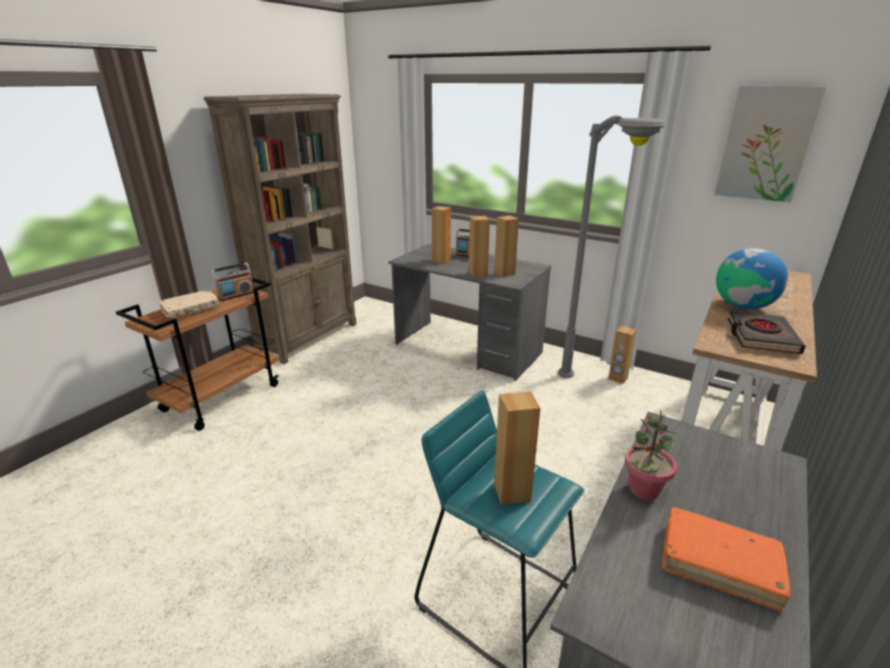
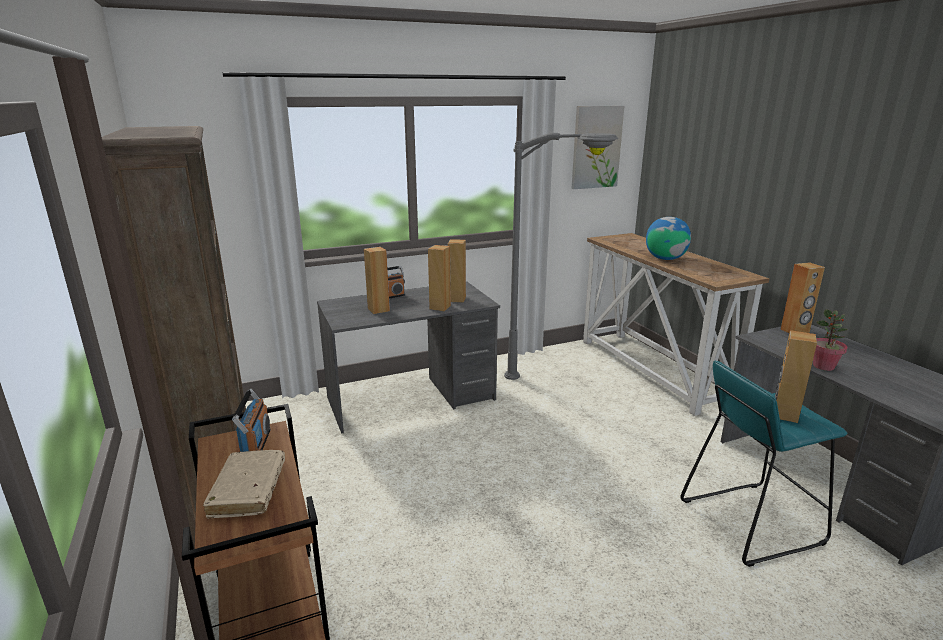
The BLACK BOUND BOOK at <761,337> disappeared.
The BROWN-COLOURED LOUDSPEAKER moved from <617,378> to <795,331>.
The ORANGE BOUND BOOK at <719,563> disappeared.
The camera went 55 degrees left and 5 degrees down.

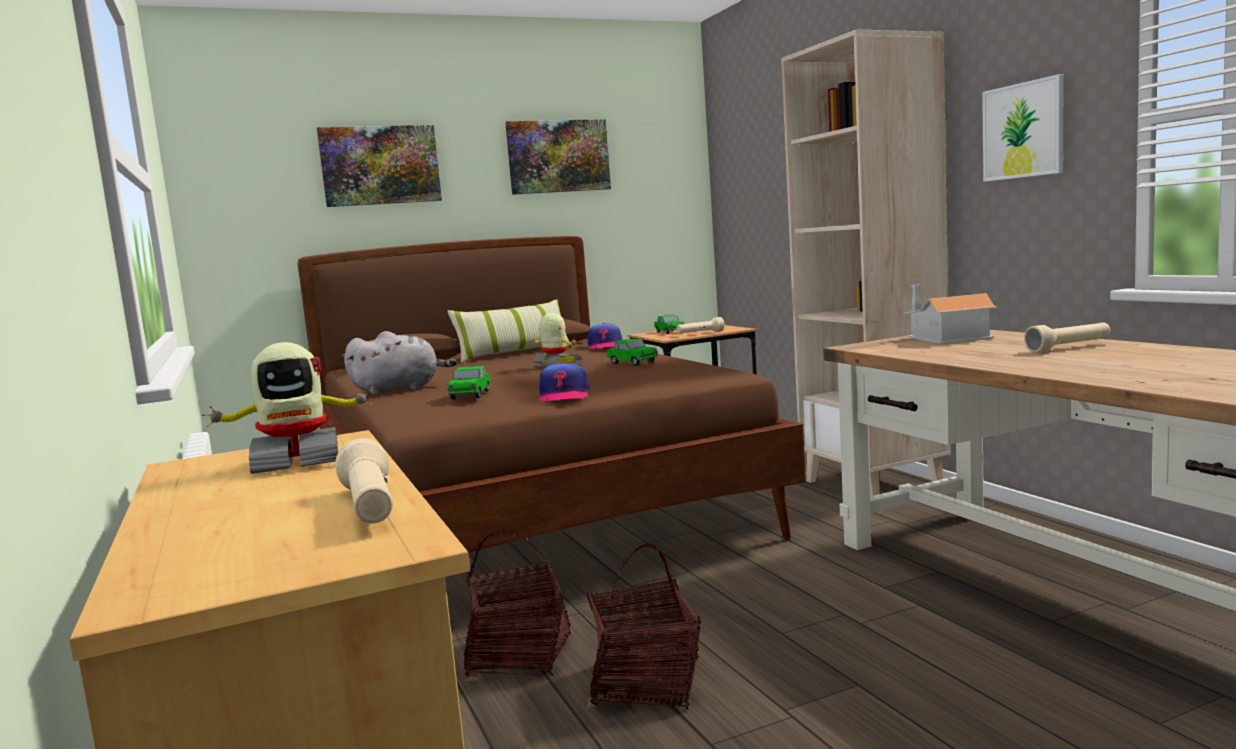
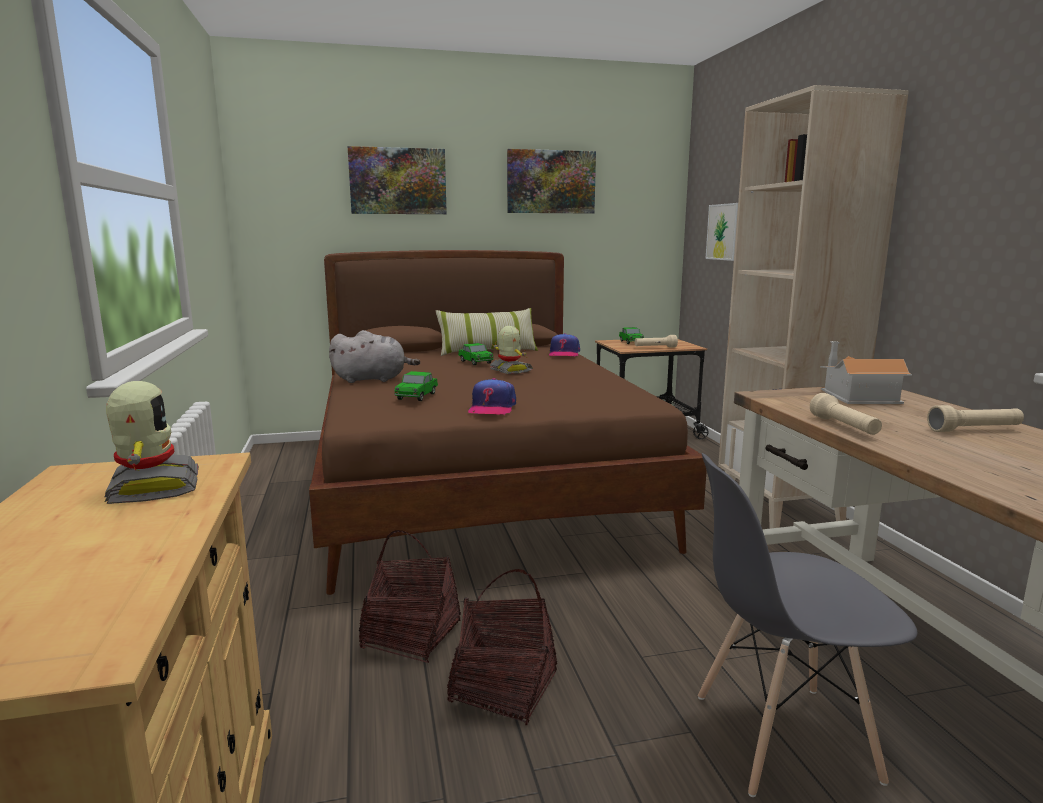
The PICTURE moved from <1023,130> to <723,232>.
The TOY CAR moved from <632,362> to <475,362>.
The ROBOT FIGURE at <297,461> turned 105 degrees counterclockwise.
The SAND-COLOURED TORCH moved from <370,508> to <844,427>.
The GREYISH UPRIGHT CHAIR at <782,737> appeared.
The camera went 10 degrees right and 5 degrees up.

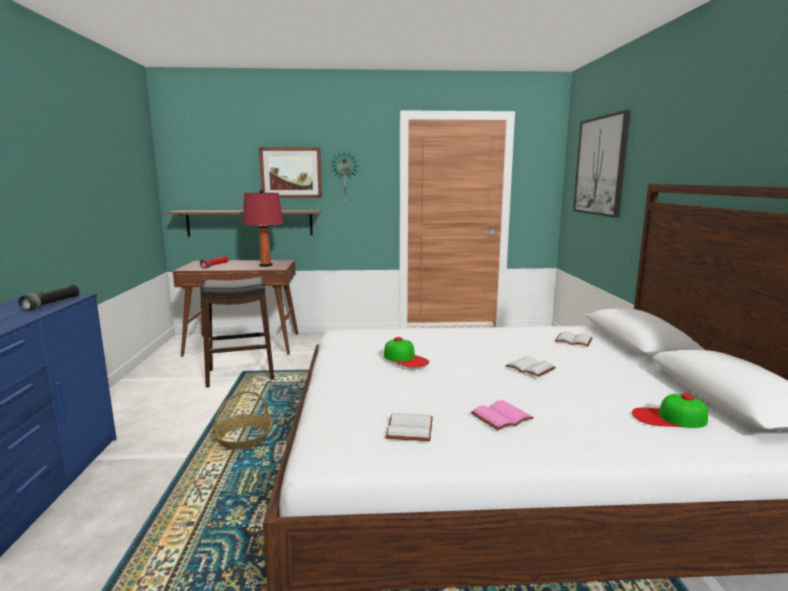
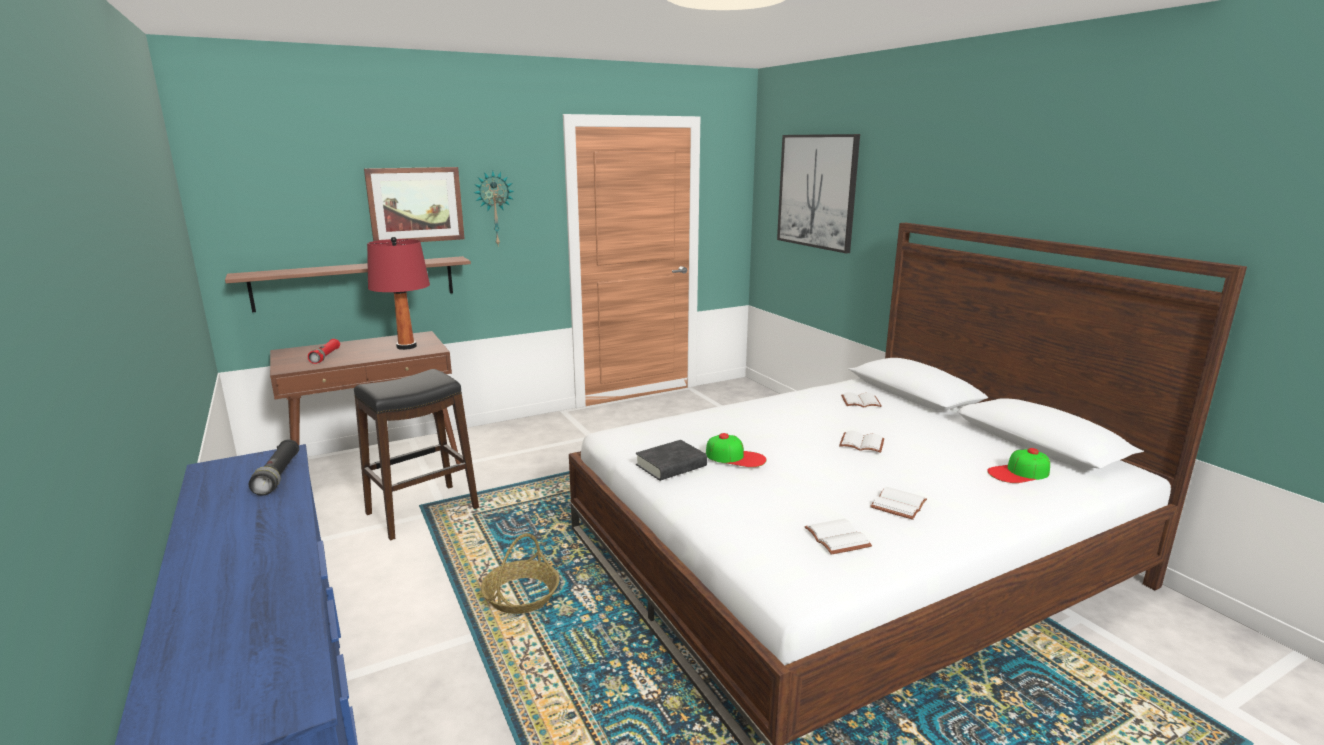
The PINKISH BOUND BOOK at <502,418> became the WHITE BOUND BOOK at <900,505>.
The BLACK BOUND BOOK at <671,466> appeared.
The camera went 25 degrees left and 5 degrees up.

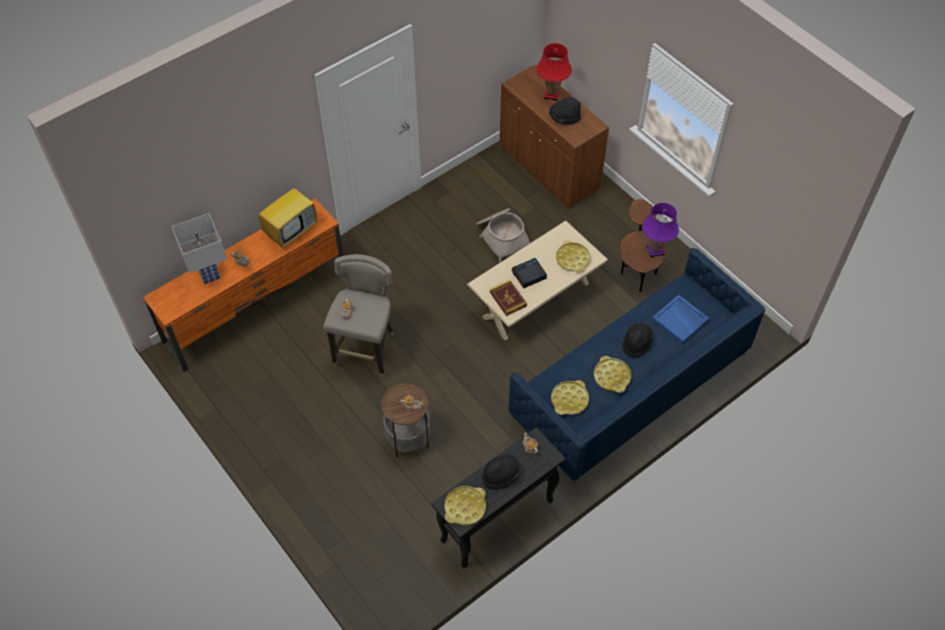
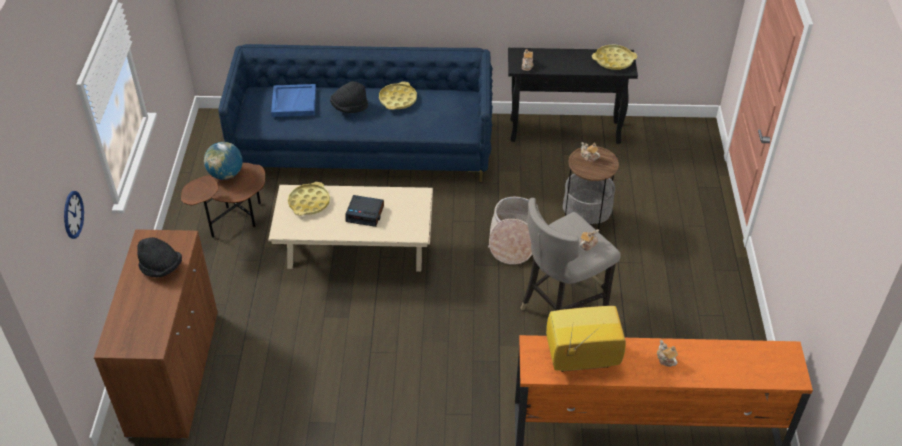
The RED TABLETOP LAMP at <552,95> disappeared.
The PURPLE-COLOURED TABLETOP LAMP at <655,250> was replaced by the DESK GLOBE at <226,174>.
The STORAGE BASKET moved from <501,237> to <513,239>.
The WHITE TABLETOP LAMP at <210,275> disappeared.
The BOUND BOOK at <508,299> disappeared.
The YELLOW CARRYING TRAY at <569,400> disappeared.
The BLACK WEARABLE HAT at <501,475> disappeared.
The CLOCK ON THE WALL at <73,214> appeared.
The camera went 140 degrees left and 10 degrees down.

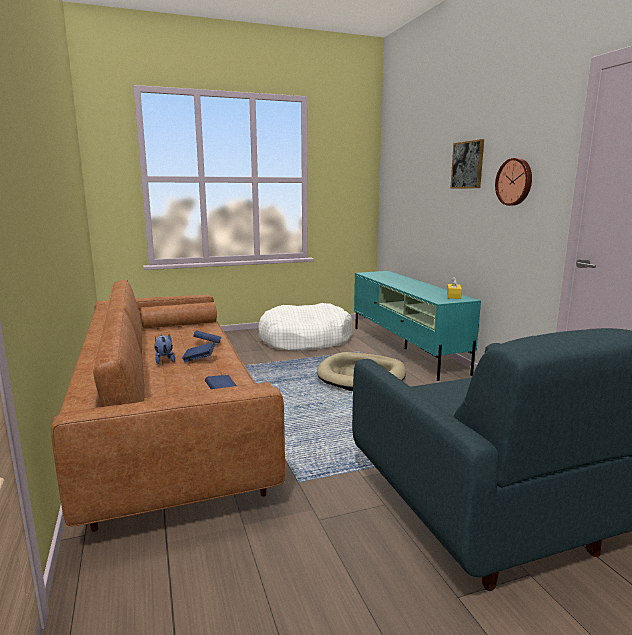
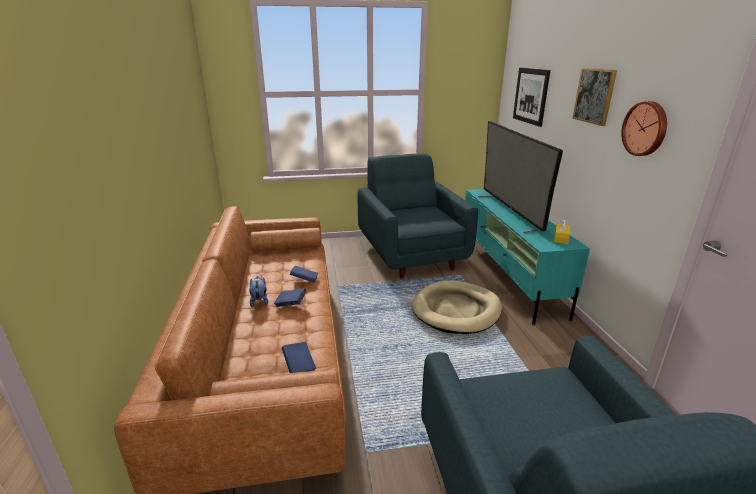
The WHITE DOG BED at <305,340> was replaced by the BLUE LOUNGE CHAIR at <411,255>.
The PICTURE at <530,96> appeared.
The TELEVISION at <510,212> appeared.
The camera went 10 degrees right and 10 degrees up.

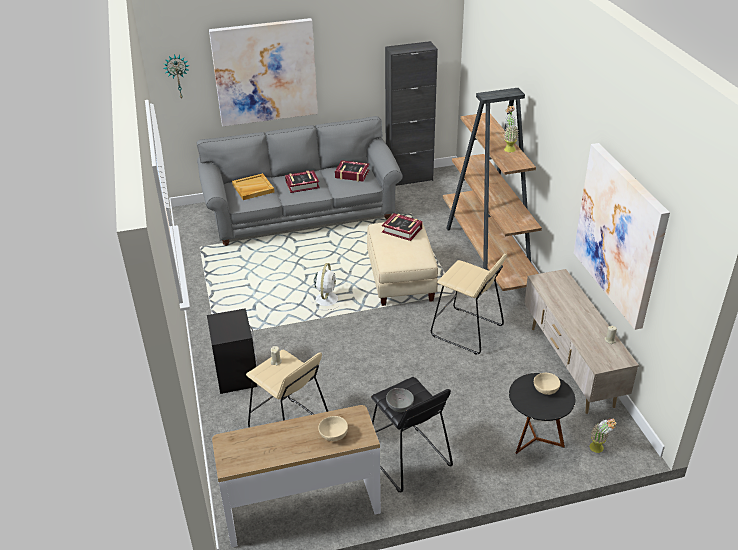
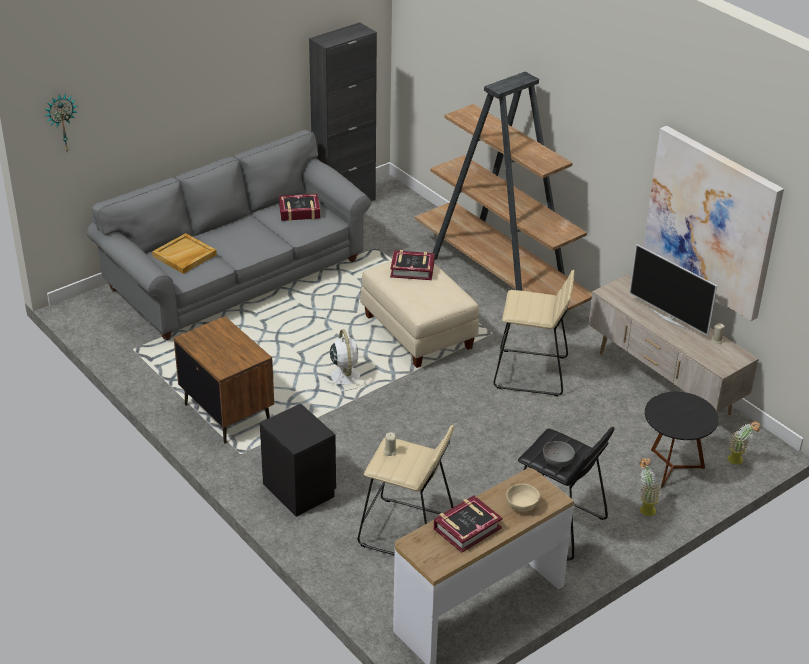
The PICTURE at <265,72> disappeared.
The POTTED PLANT moved from <508,148> to <644,508>.
The BOUND BOOK moved from <302,184> to <467,528>.
The SAND-COLOURED DEEP DISH at <545,390> disappeared.
The TELEVISION at <669,319> appeared.
The BROWN-COLOURED BEDSIDE TABLE at <227,412> appeared.
The camera went 25 degrees left and 0 degrees up.

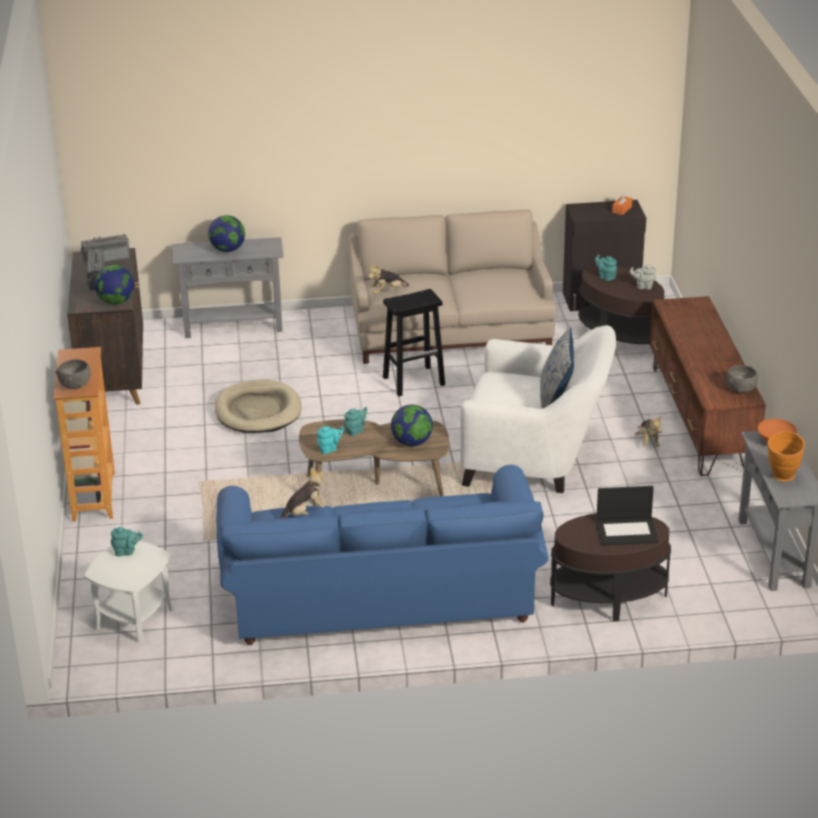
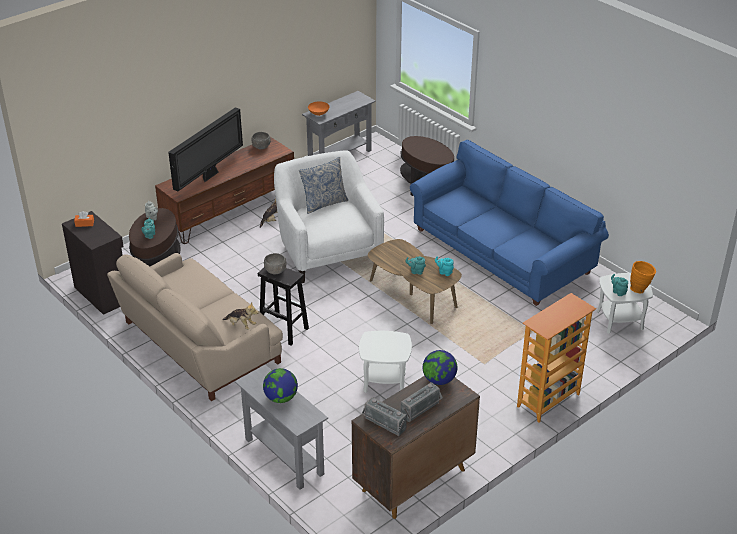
The GREYISH DEEP DISH moved from <75,384> to <275,270>.
The SAND-COLOURED DOG BED at <258,411> was replaced by the WHITE SIDE TABLE at <384,381>.
The DESK GLOBE at <412,442> disappeared.
The ORANGE DECORATIVE VASE moved from <782,478> to <640,289>.
The CUDDLY TOY at <304,513> disappeared.
The LAPTOP at <627,531> disappeared.
The TELEVISION at <210,175> appeared.
The camera went 125 degrees left and 5 degrees up.

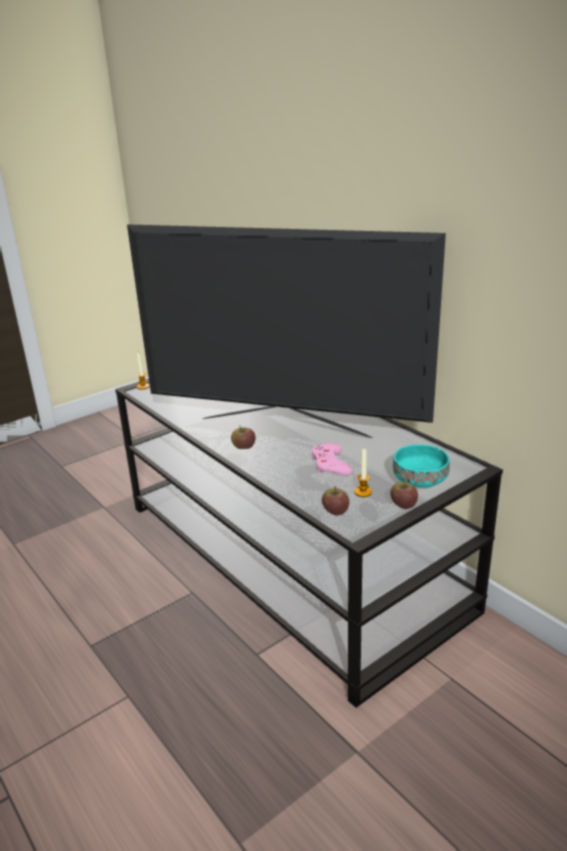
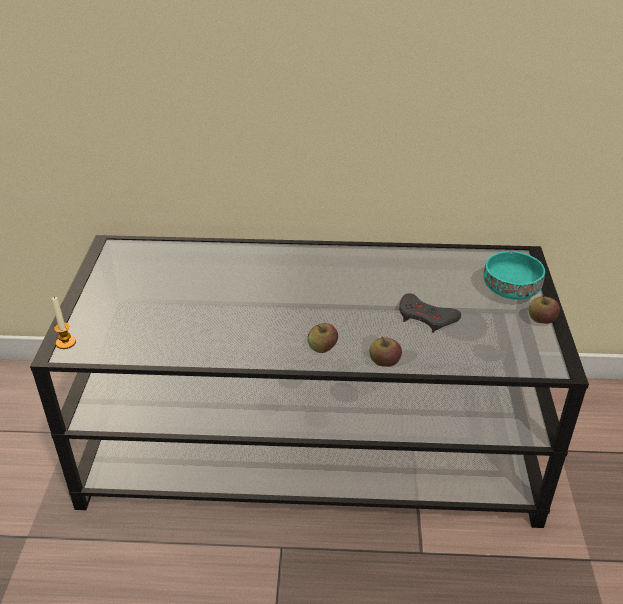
The TELEVISION at <285,426> disappeared.
The PINKISH GAMEPAD at <330,464> became the GREYISH GAMEPAD at <426,317>.
The WAX CANDLE at <363,492> disappeared.
The APPLE moved from <335,511> to <384,362>.
The camera went 50 degrees left and 10 degrees up.

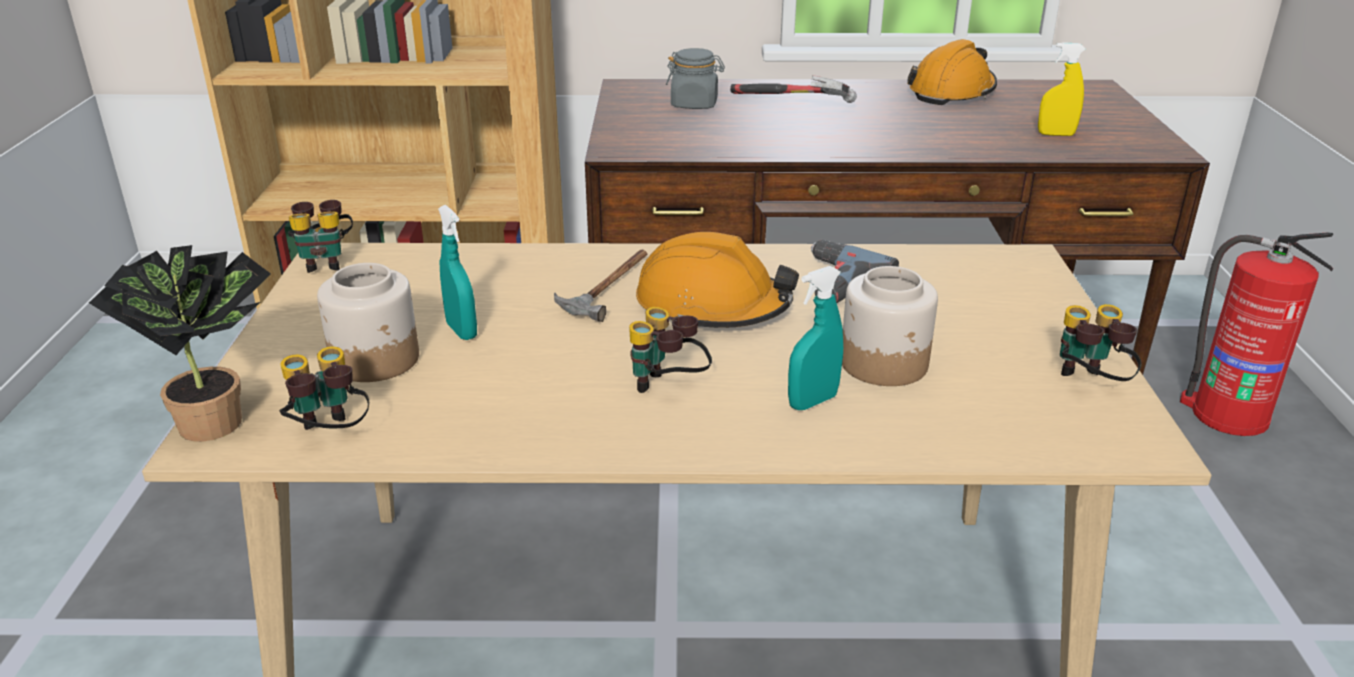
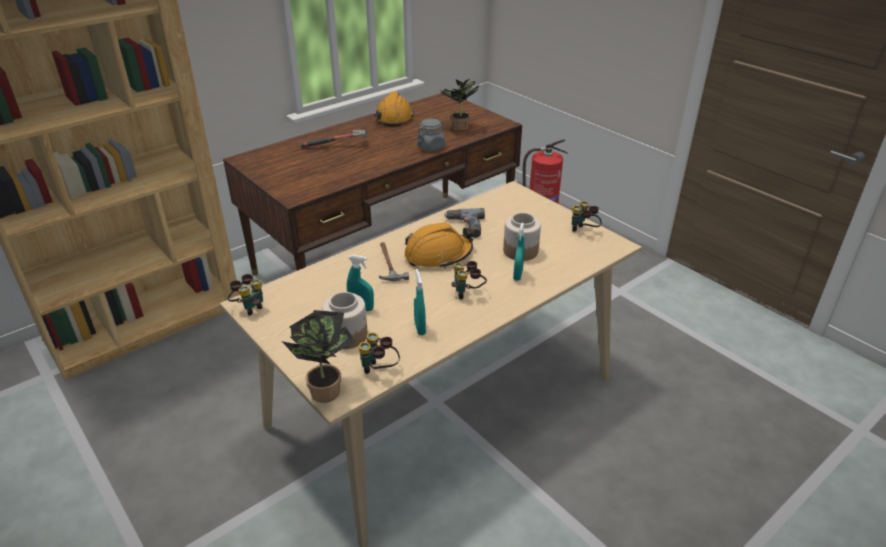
The YELLOW HAND SPRAYER at <1055,134> was replaced by the POTTED PLANT at <458,128>.
The GREYISH STORAGE JAR moved from <694,104> to <431,147>.
The TURQUOISE HAND SPRAYER at <420,328> appeared.
The camera went 40 degrees left and 5 degrees up.

